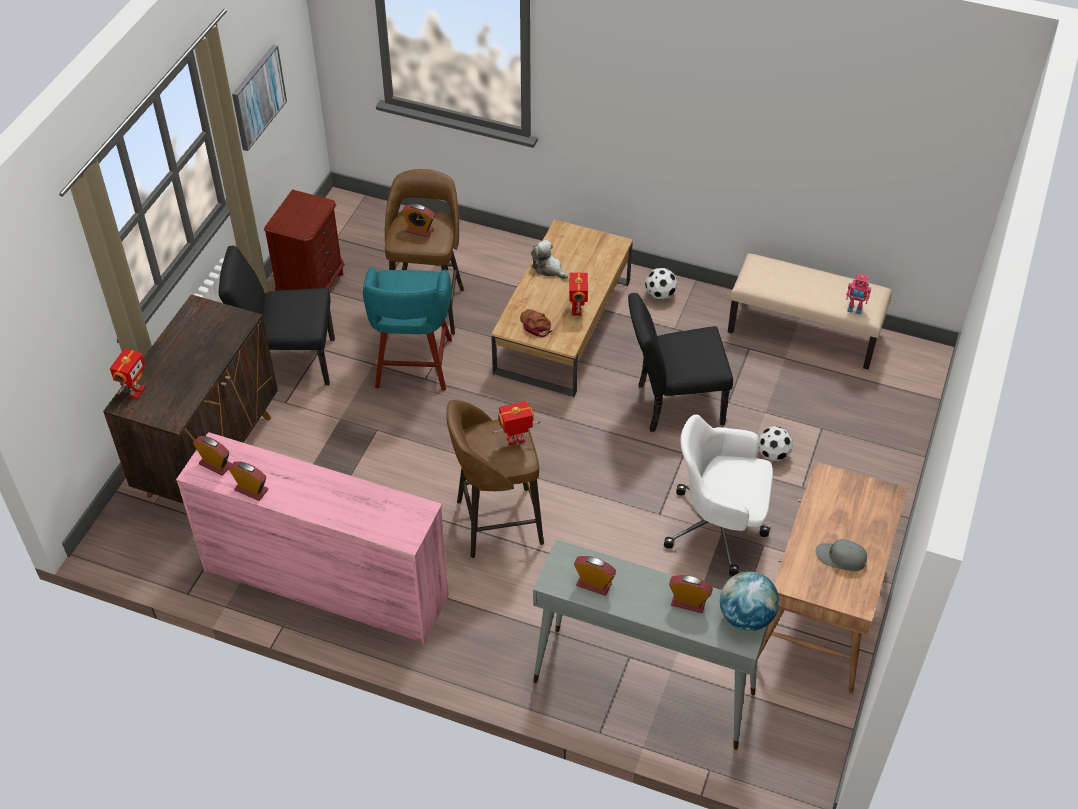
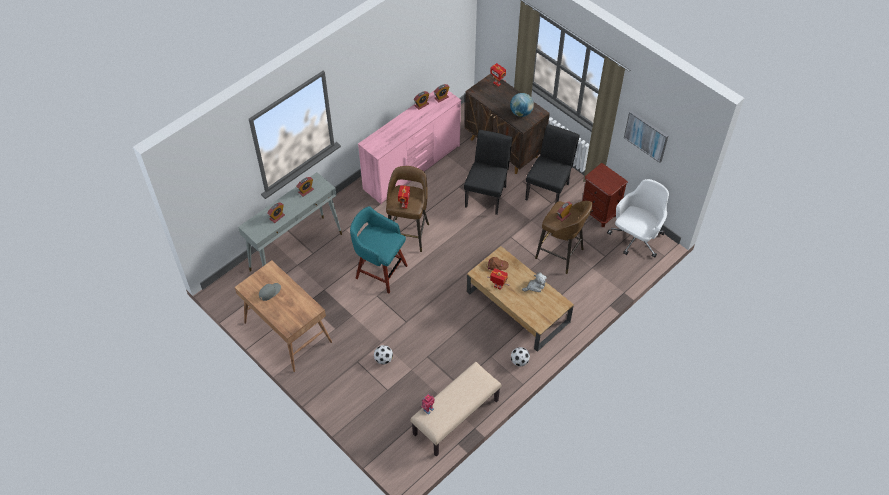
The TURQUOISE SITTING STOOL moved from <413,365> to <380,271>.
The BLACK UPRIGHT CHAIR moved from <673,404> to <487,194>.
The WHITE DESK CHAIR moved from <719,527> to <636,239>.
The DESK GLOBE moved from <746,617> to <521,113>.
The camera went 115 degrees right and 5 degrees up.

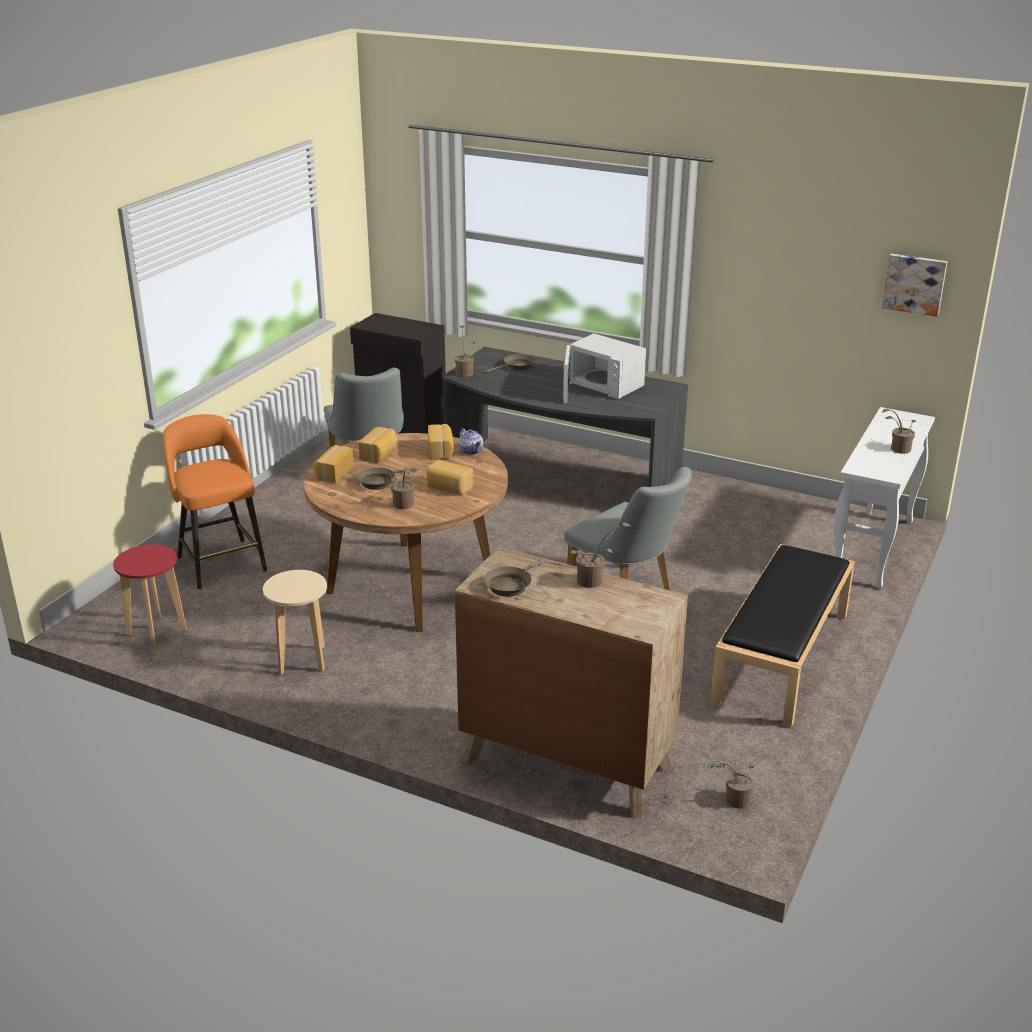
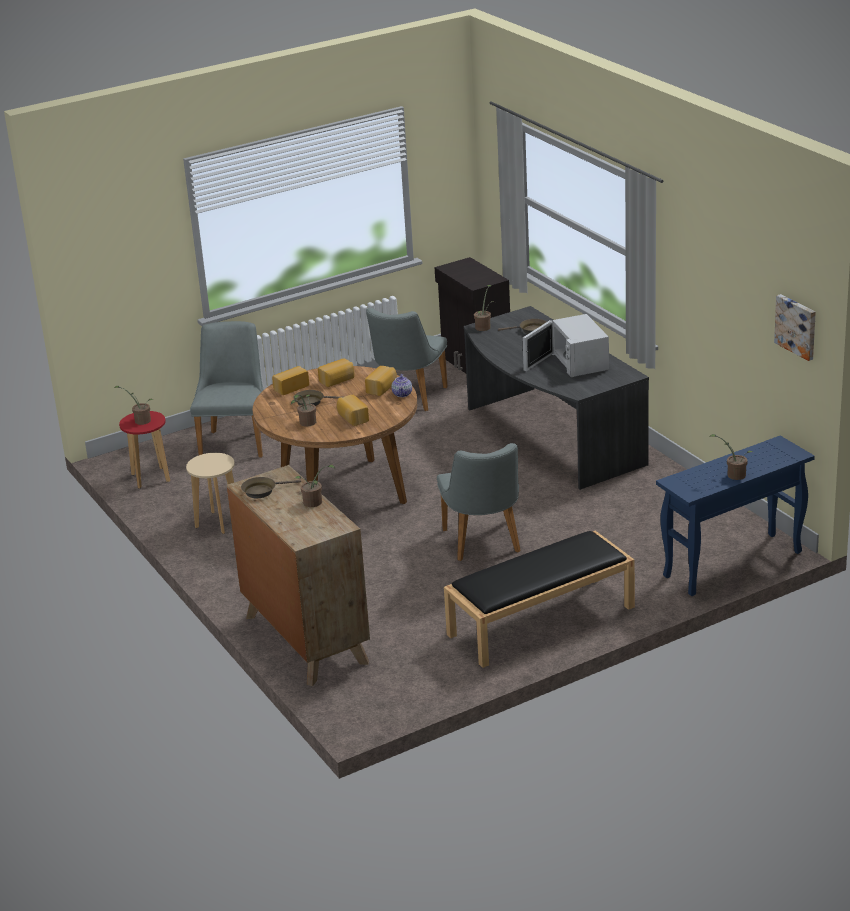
The WHITE NARROW TABLE at <873,549> became the BLUE NARROW TABLE at <732,565>.
The ORANGE SITTING STOOL at <221,562> was replaced by the GREYISH UPRIGHT CHAIR at <236,440>.
The POTTED PLANT moved from <734,801> to <140,420>.
The camera went 35 degrees right and 0 degrees up.

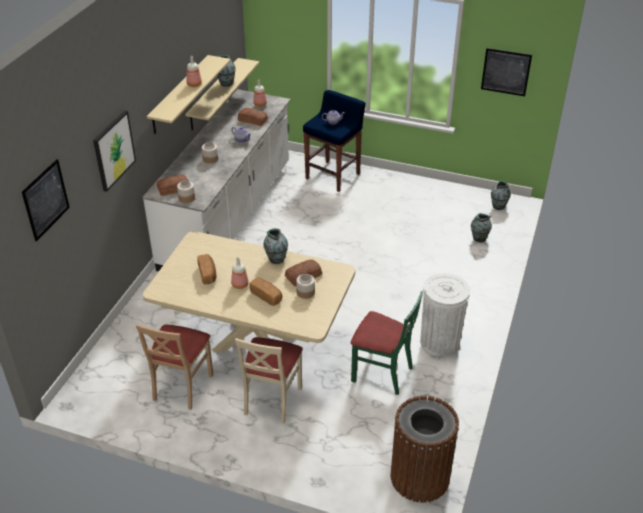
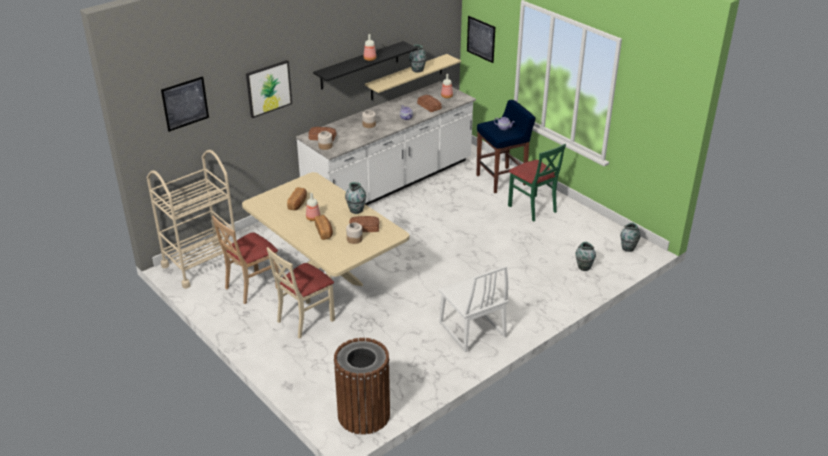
The PICTURE moved from <506,72> to <481,39>.
The SAND-COLOURED SHELF at <180,94> became the BLACK SHELF at <360,65>.
The WHITE RUBBISH BIN at <439,342> was replaced by the WHITE UPRIGHT CHAIR at <471,330>.
The GREEN-COLOURED UPRIGHT CHAIR moved from <382,373> to <532,208>.
The SAND-COLOURED CART at <201,264> appeared.
The camera went 30 degrees right and 5 degrees down.

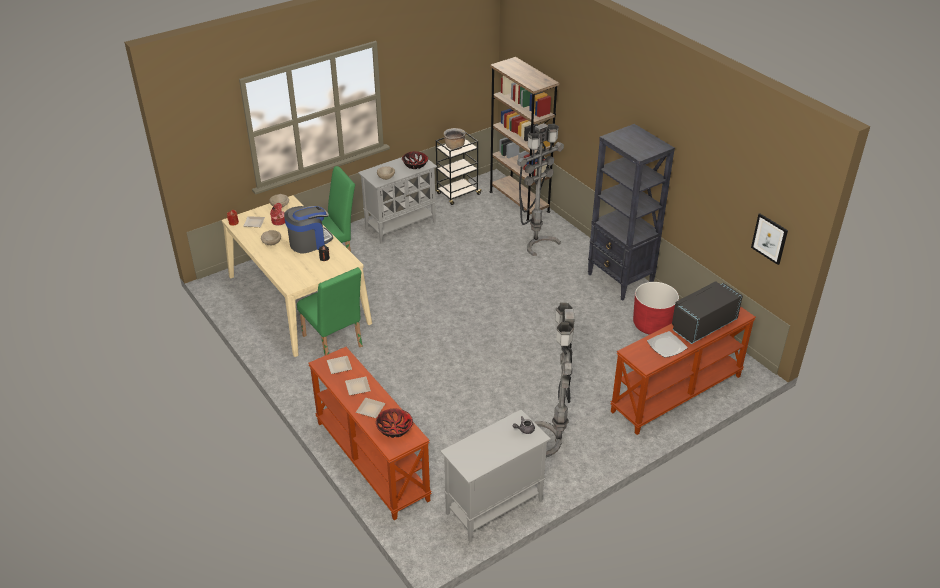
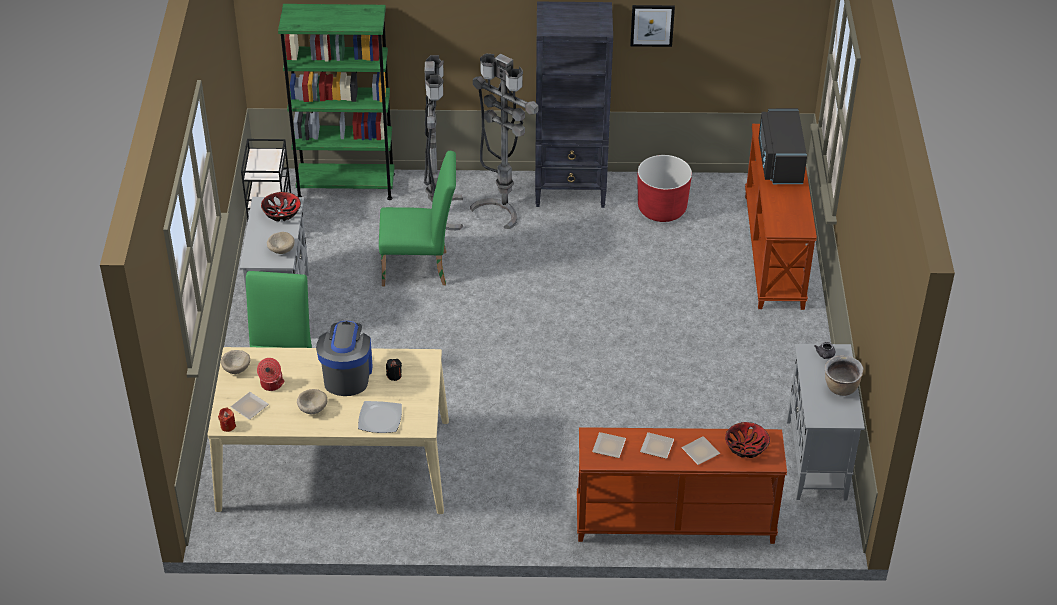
The BROWN-COLOURED BOOKSHELF at <519,201> became the GREEN-COLOURED BOOKSHELF at <346,185>.
The BROWN-COLOURED STOCKPOT moved from <454,147> to <840,388>.
The PICTURE moved from <769,238> to <652,25>.
The GREEN-COLOURED UPRIGHT CHAIR moved from <334,344> to <421,268>.
The GREYISH STANDING LAMP moved from <555,440> to <502,208>.
The FLAT DISH moved from <667,346> to <380,418>.
The camera went 55 degrees left and 5 degrees up.

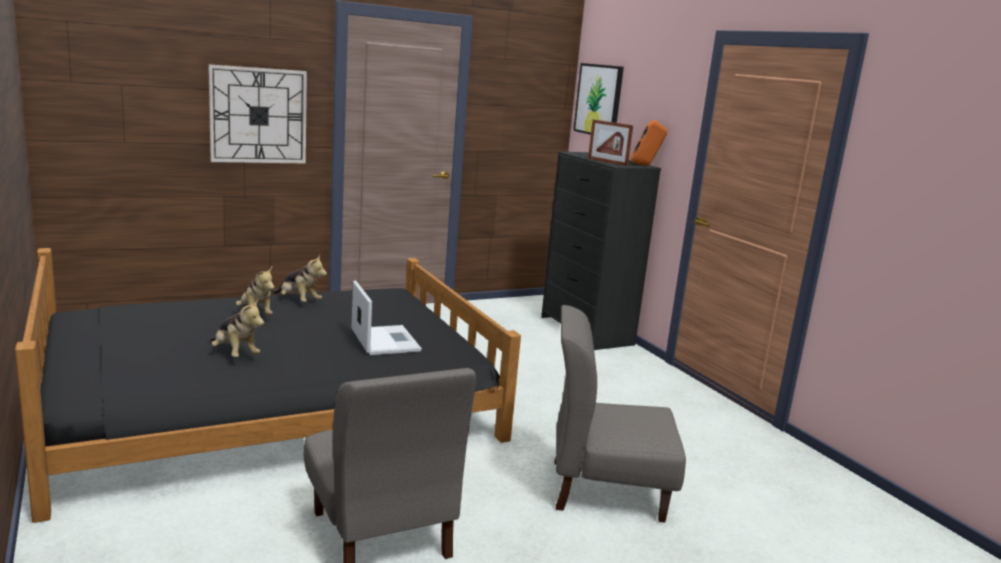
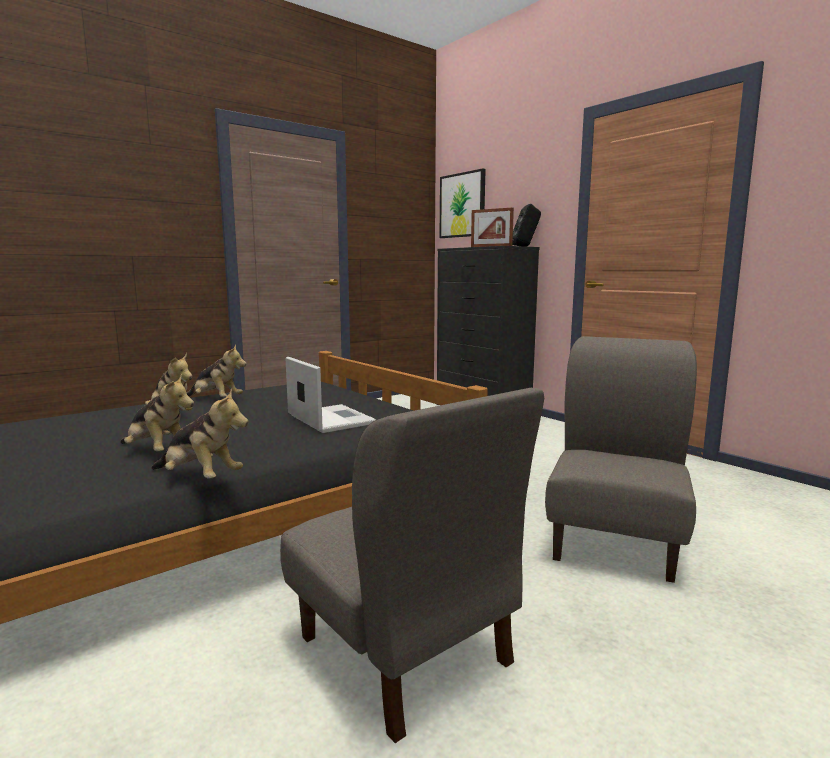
The CLOCK ON THE WALL at <258,115> disappeared.
The ORANGE LOUDSPEAKER at <646,165> became the BLACK LOUDSPEAKER at <525,246>.
The GREYISH UPRIGHT CHAIR at <605,489> turned 120 degrees clockwise.
The CUDDLY TOY at <199,478> appeared.
The camera went 10 degrees left and 5 degrees down.

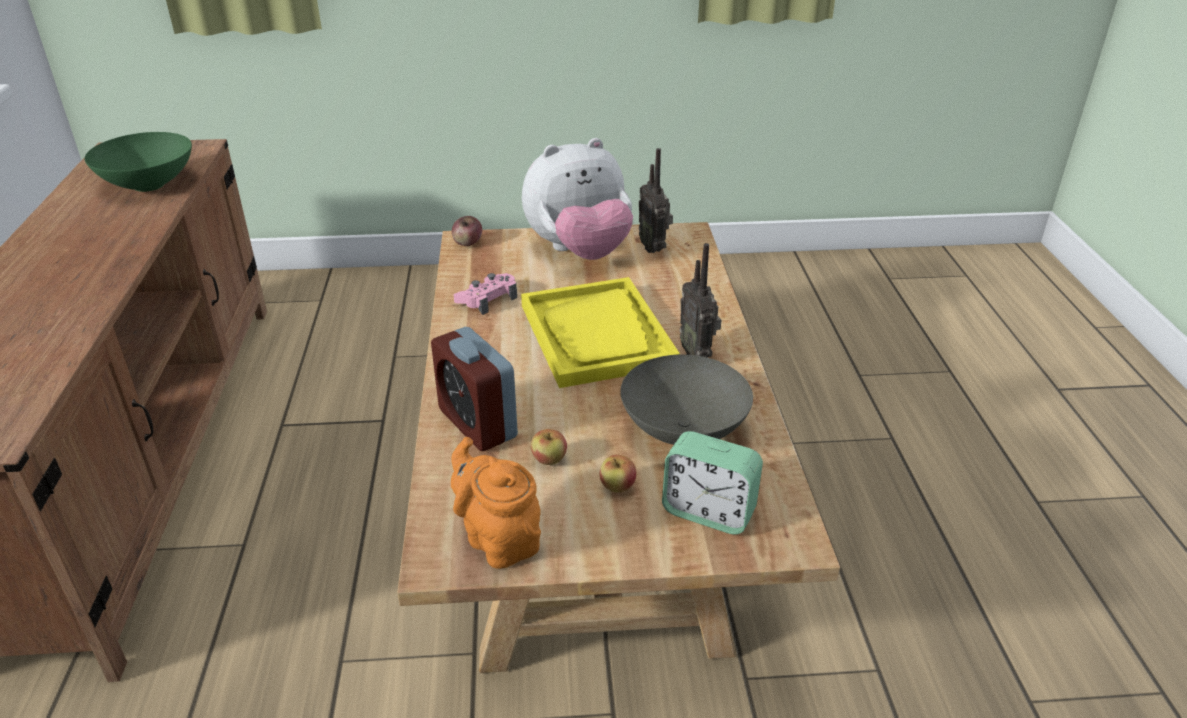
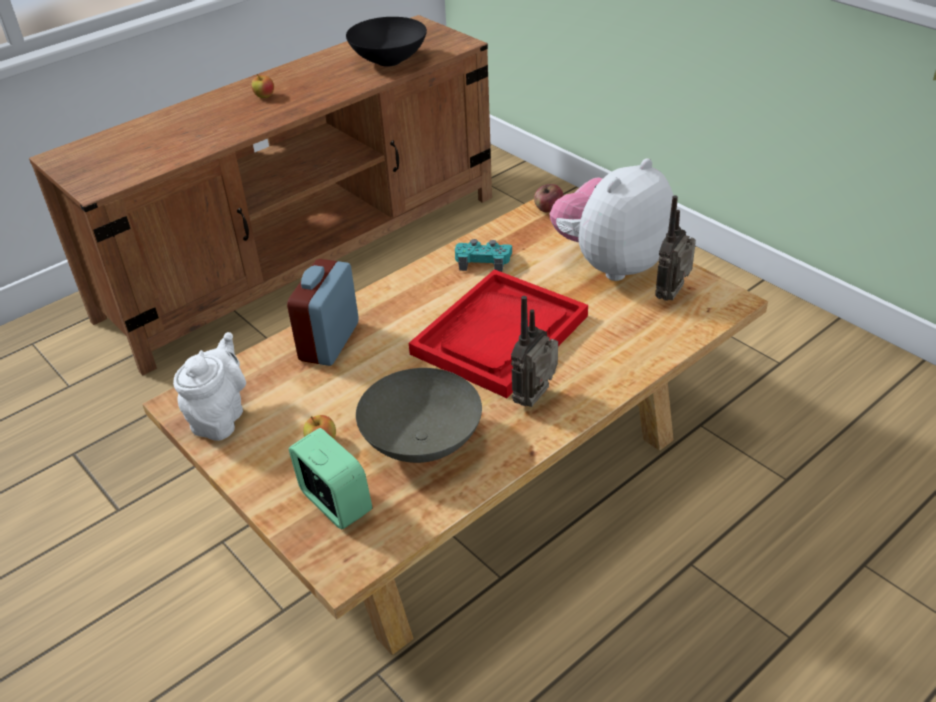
The GREEN-COLOURED DEEP DISH at <150,185> became the BLACK DEEP DISH at <390,61>.
The CUDDLY TOY at <579,252> turned 105 degrees clockwise.
The PINKISH GAMEPAD at <487,299> became the TURQUOISE GAMEPAD at <483,261>.
The YELLOW CARRYING TRAY at <597,335> became the RED CARRYING TRAY at <500,335>.
The APPLE moved from <549,460> to <264,96>.
The BEDSIDE CLOCK at <708,512> turned 150 degrees clockwise.
The ORANGE TEAPOT at <499,539> became the WHITE TEAPOT at <220,417>.
The camera went 55 degrees right and 5 degrees up.

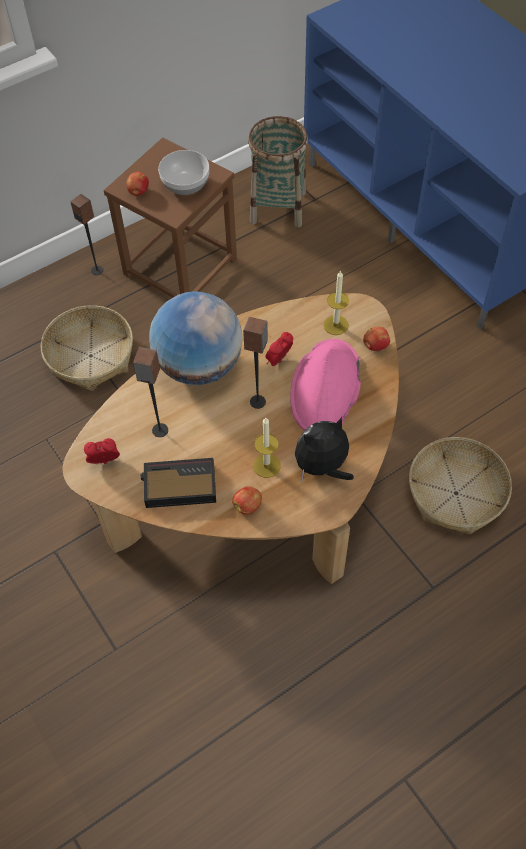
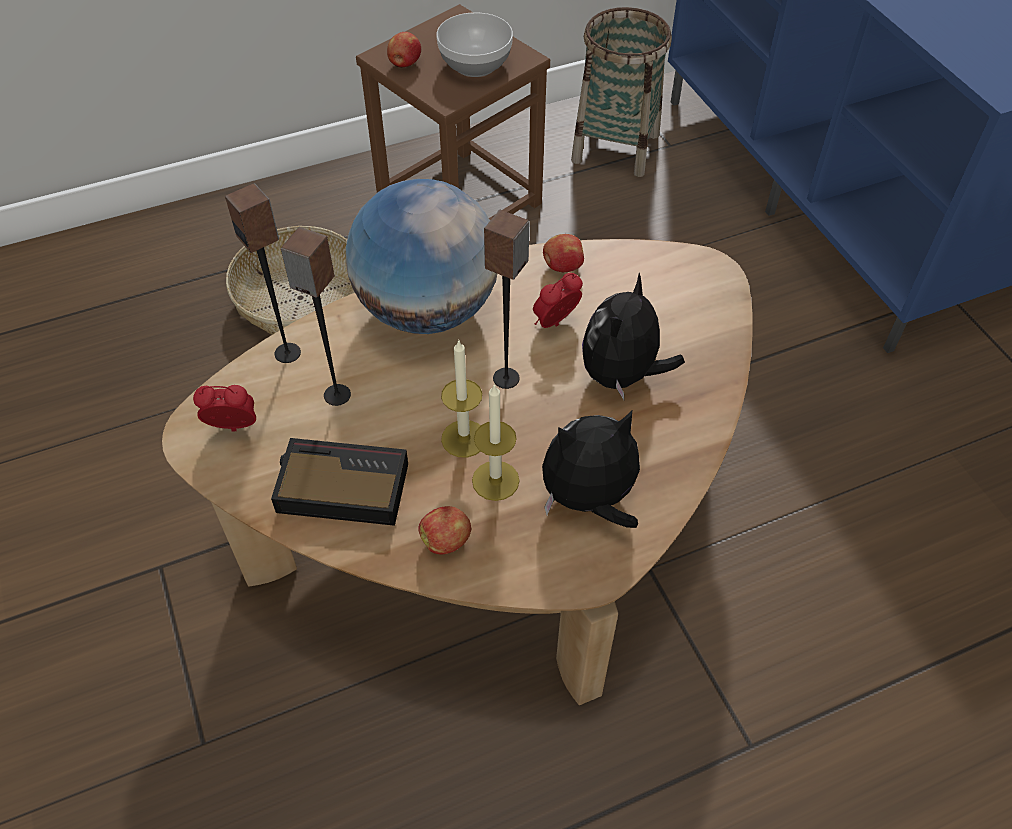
The LOUDSPEAKER moved from <97,270> to <288,353>.
The WAX CANDLE moved from <336,325> to <464,438>.
The APPLE moved from <375,346> to <562,267>.
The PINKISH WEARABLE HAT at <325,388> was replaced by the CUDDLY TOY at <622,376>.
The STORAGE BASKET at <456,493> disappeared.
The camera went 10 degrees right and 5 degrees down.

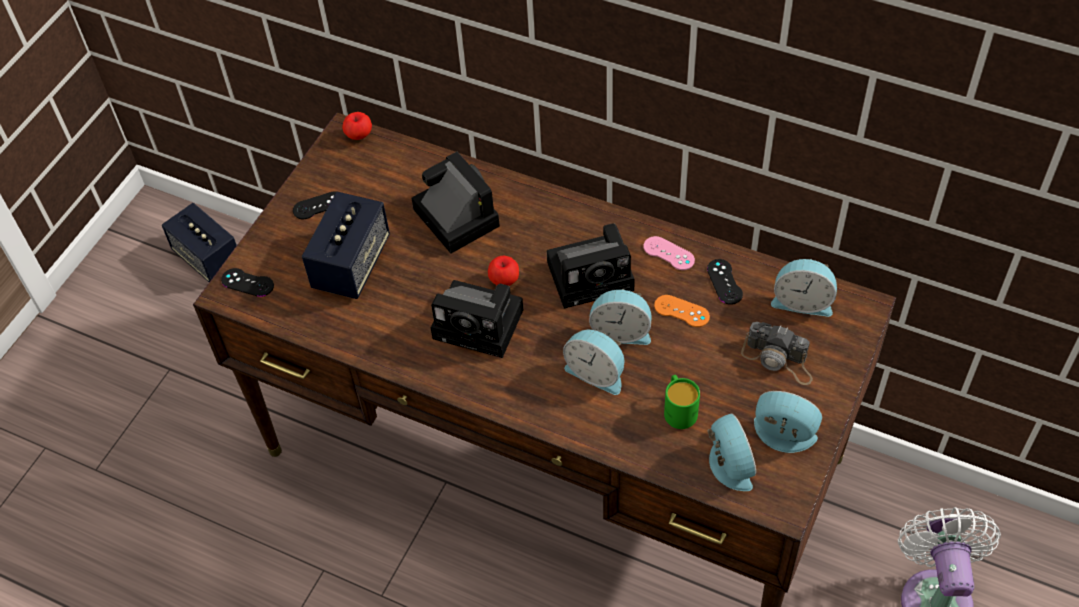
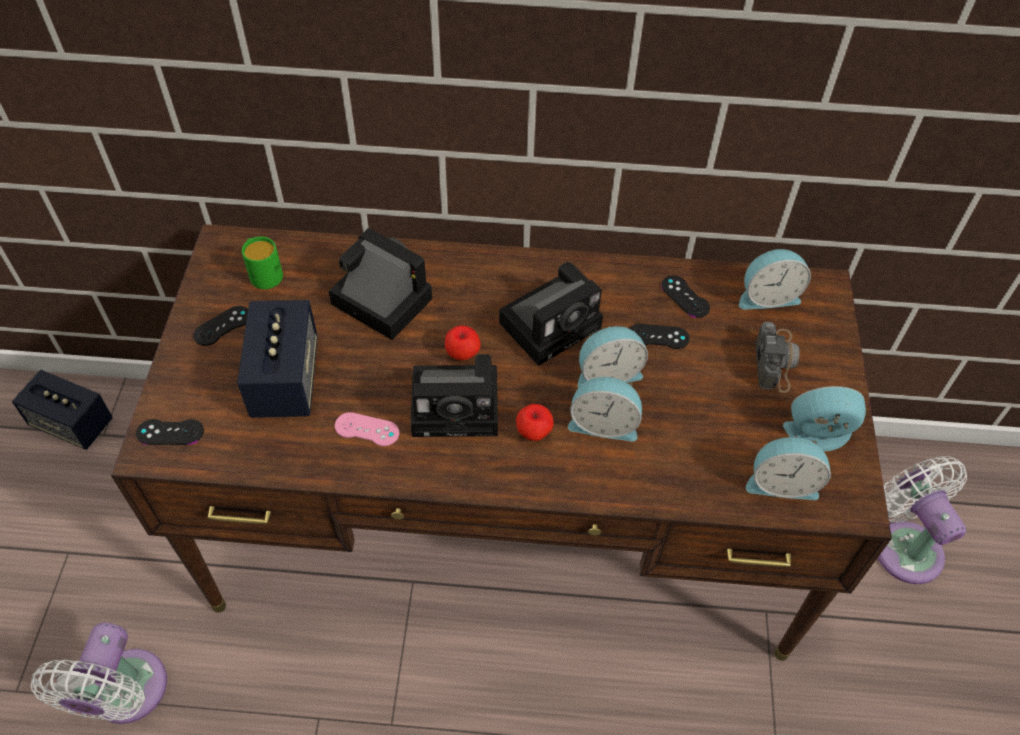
The APPLE moved from <359,136> to <533,432>.
The PINKISH GAMEPAD moved from <668,253> to <367,429>.
The ORANGE GAMEPAD at <681,311> became the BLACK GAMEPAD at <658,336>.
The STILL CAMERA at <778,360> turned 90 degrees counterclockwise.
The GREEN-COLOURED COFFEE MUG moved from <678,409> to <263,273>.
The BEDSIDE CLOCK at <727,465> turned 135 degrees clockwise.
The WHITE COOLING FAN at <125,695> appeared.
The camera went 25 degrees left and 0 degrees up.

